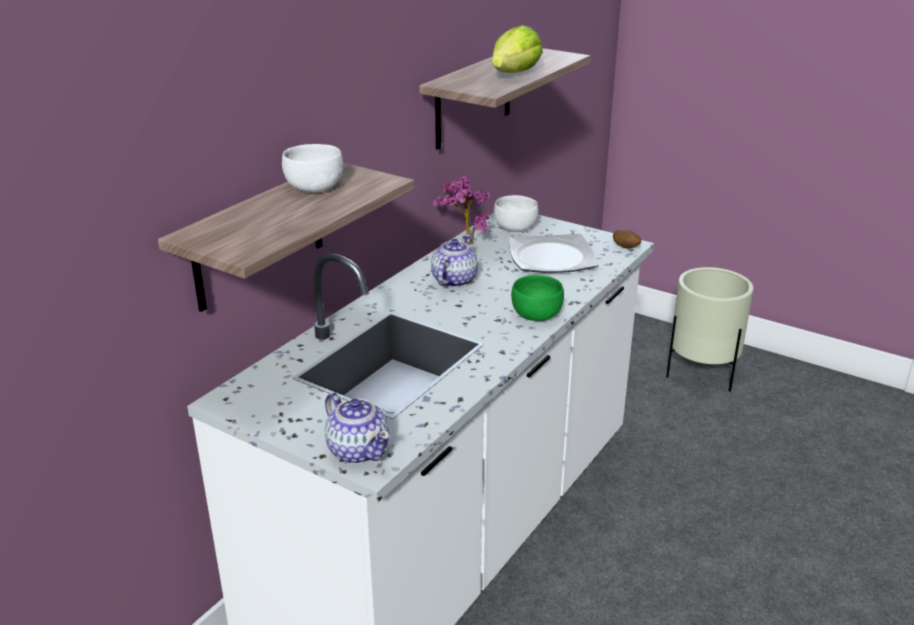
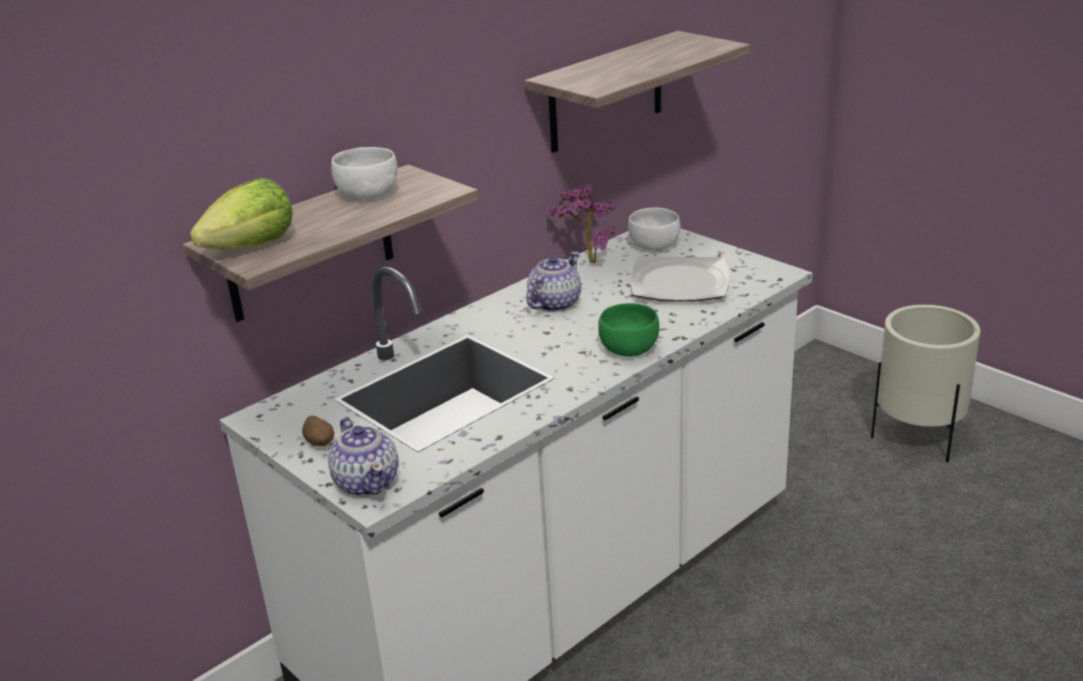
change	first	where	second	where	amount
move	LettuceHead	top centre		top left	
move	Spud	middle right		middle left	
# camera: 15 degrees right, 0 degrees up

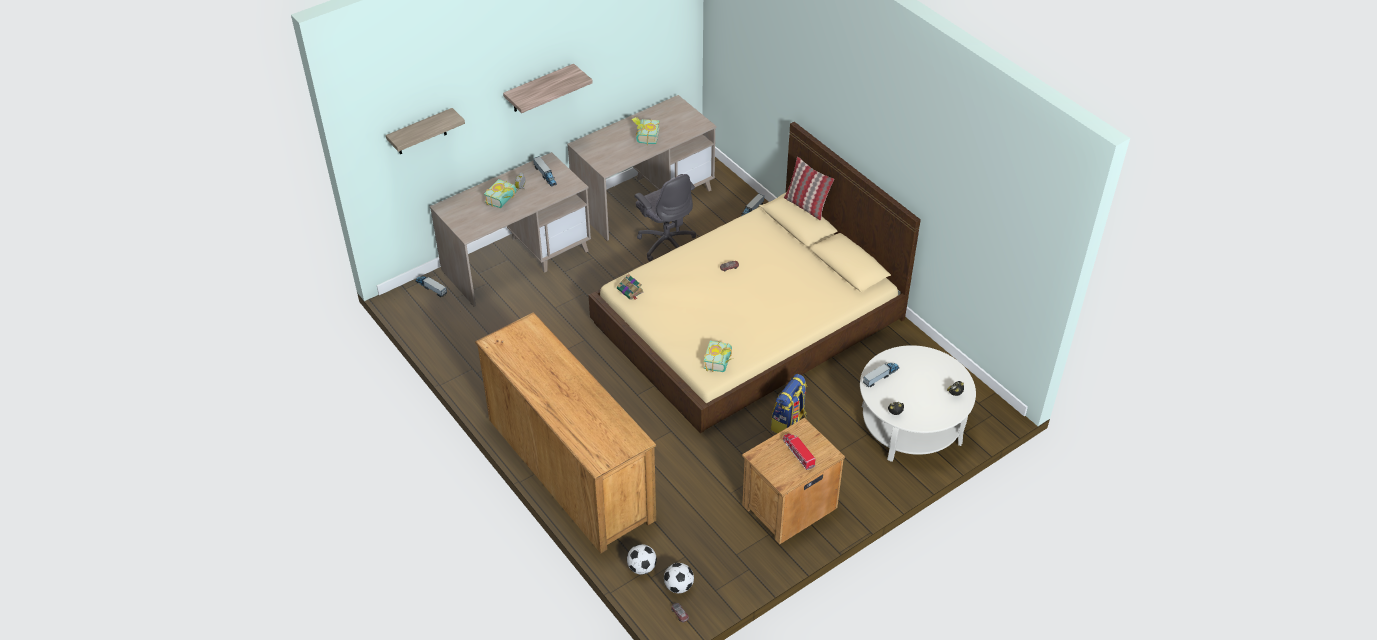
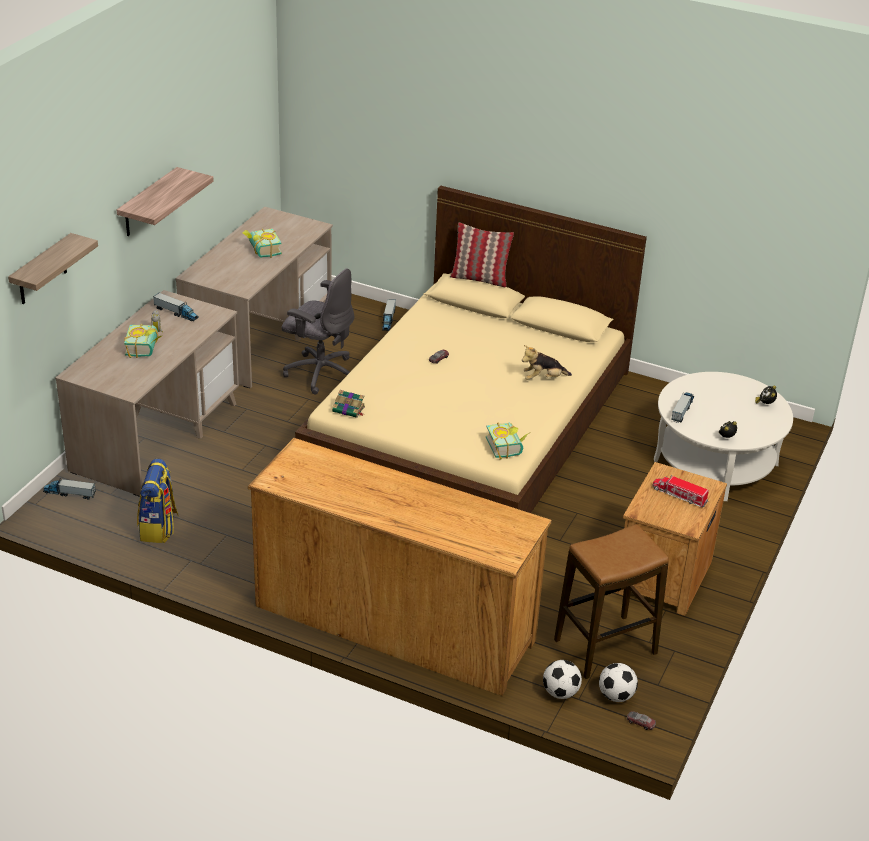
change	first	where	second	where	amount
insert			PlushToy	centre	
insert			StoolSeat	bottom right	
move	Knapsack	centre		middle left	
# camera: 30 degrees left, 10 degrees down

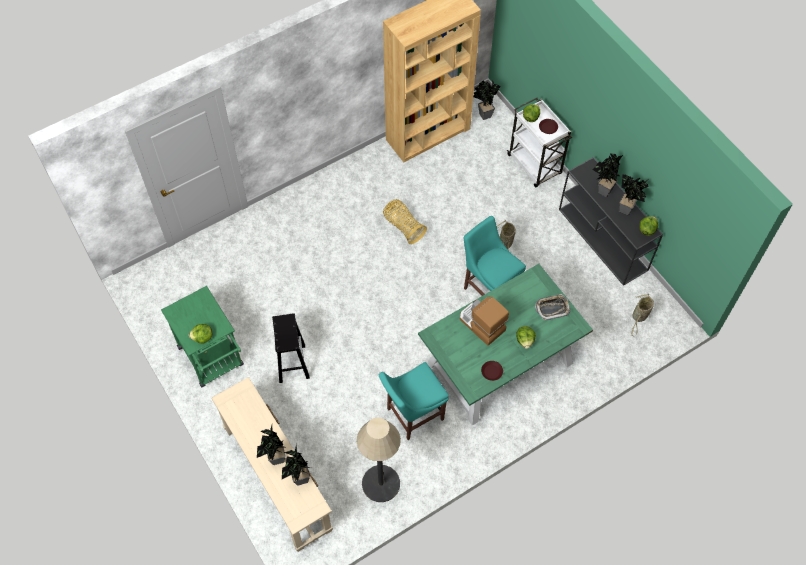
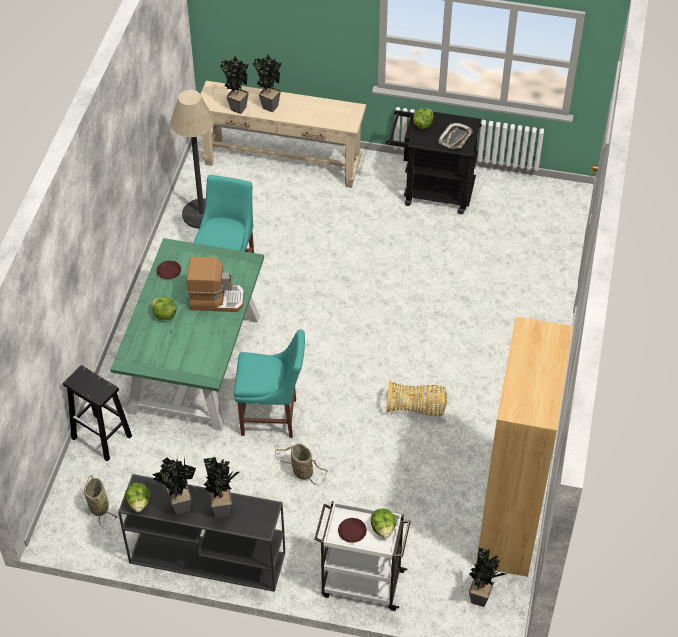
change	first	where	second	where	amount
move	BlackColouredStoolSeat	centre		middle left	
move	ServingTray	middle right		top right	
recolor	GreenishTrolley	middle left	BlackColouredTrolley	top centre	
# camera: 135 degrees right, 10 degrees down

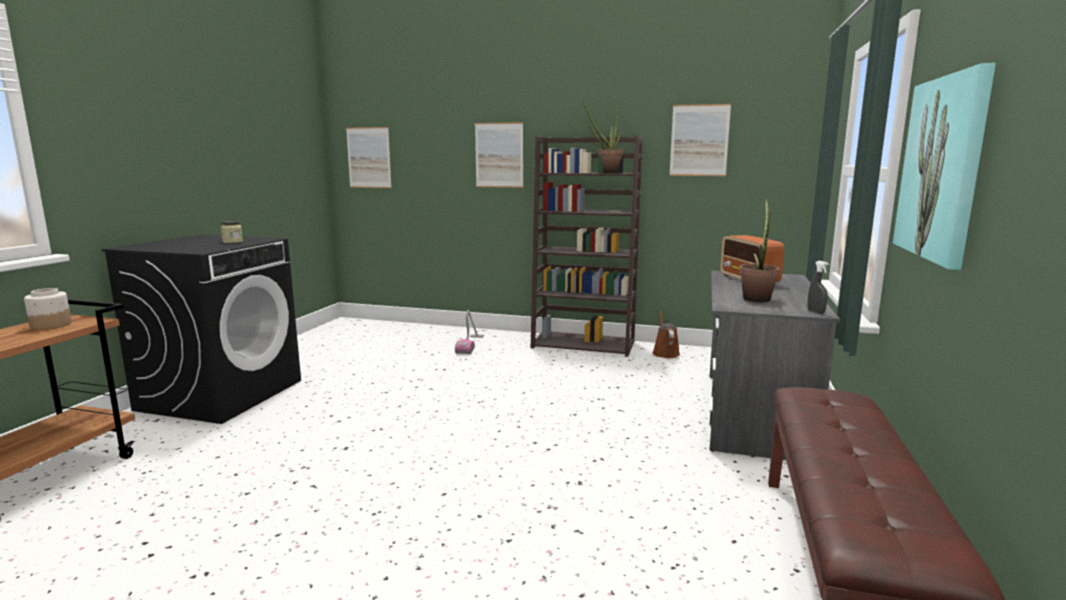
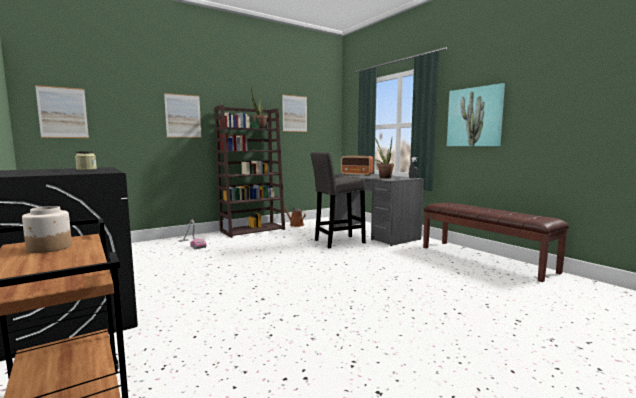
change	first	where	second	where	amount
insert			GrayStoolSeat	centre	
# camera: 50 degrees left, 5 degrees down

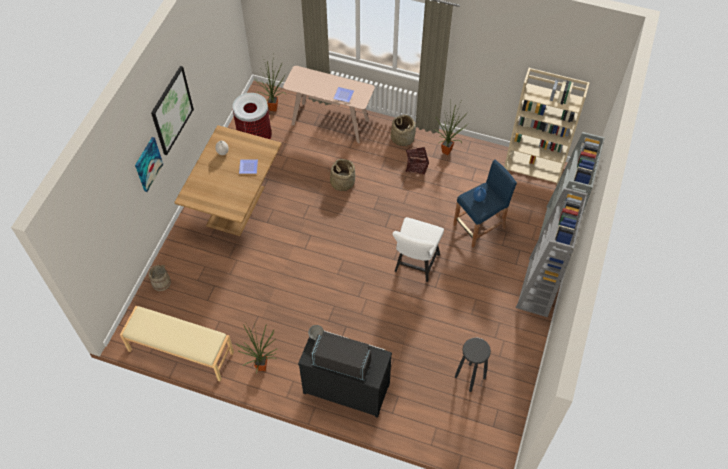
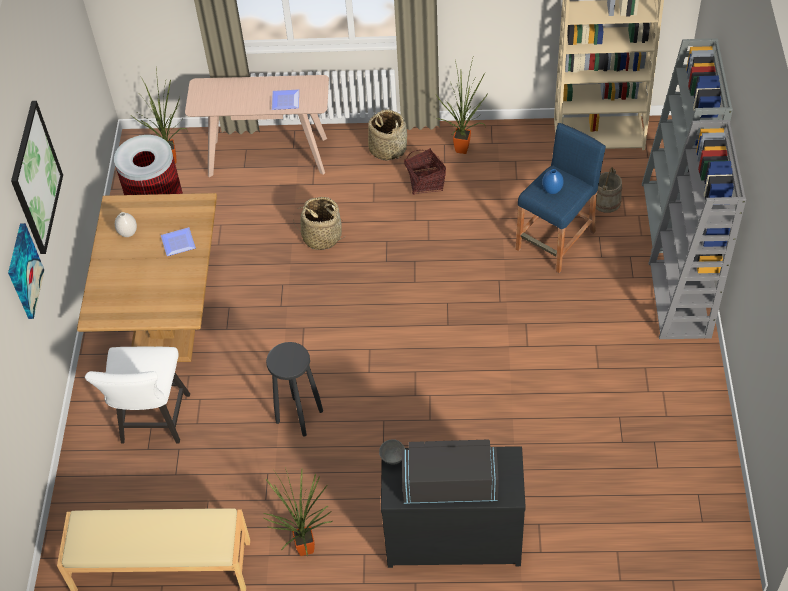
change	first	where	second	where	amount
move	SandColouredWaterBucket	middle left		top right	
move	WhiteChair	centre		bottom left	
move	BlackColouredStoolSeat	bottom centre		centre	
# camera: 15 degrees left, 5 degrees down

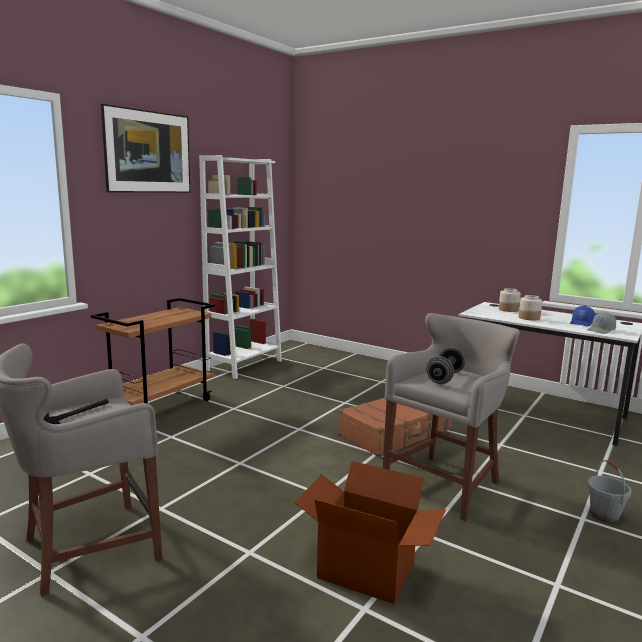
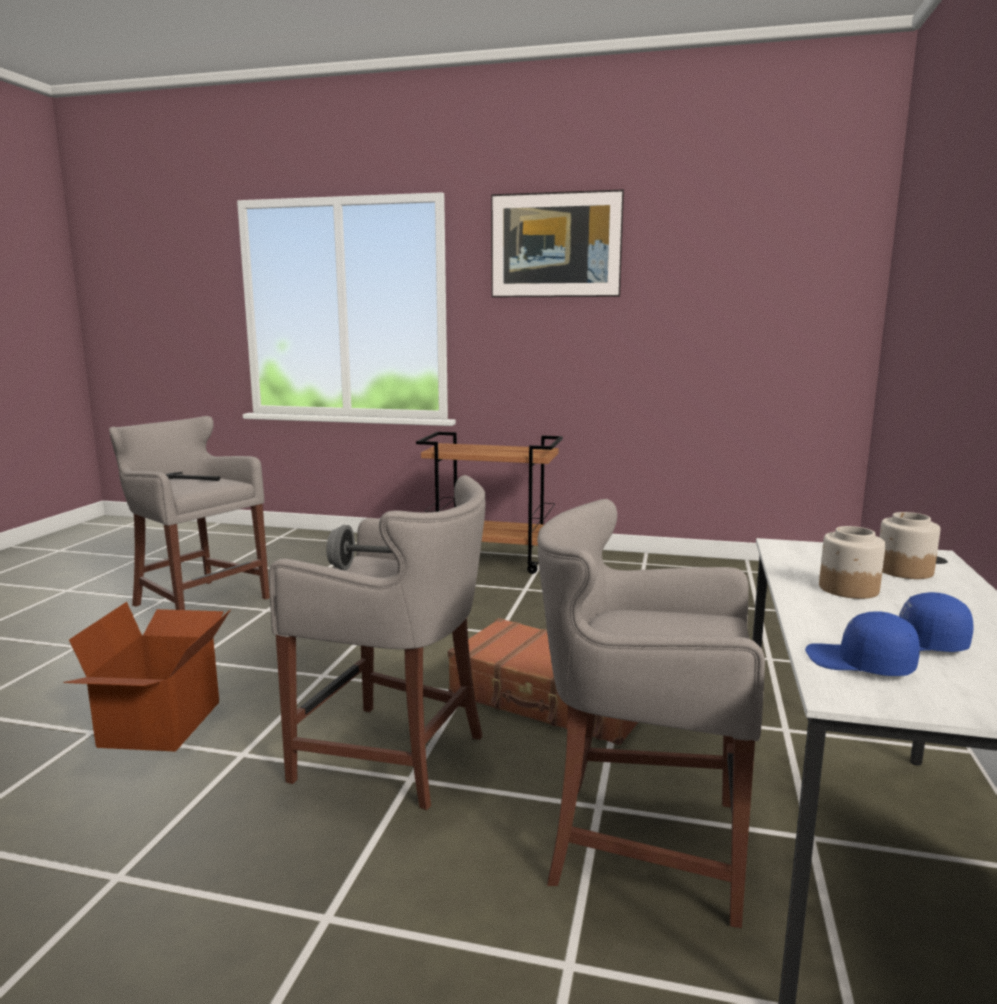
change	first	where	second	where	amount
delete	WhiteBookcase	centre			
delete	GrayWaterBucket	bottom right			
insert			GrayStoolSeat (3rd from left)	bottom centre	
recolor	GrayBaseballCap	middle right	BlueBaseballCap (1st from left)	middle right	
# camera: 70 degrees right, 0 degrees up

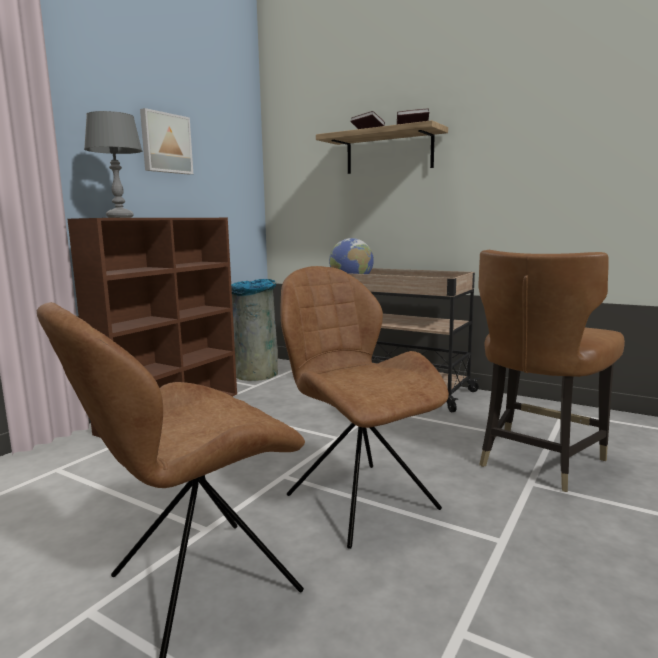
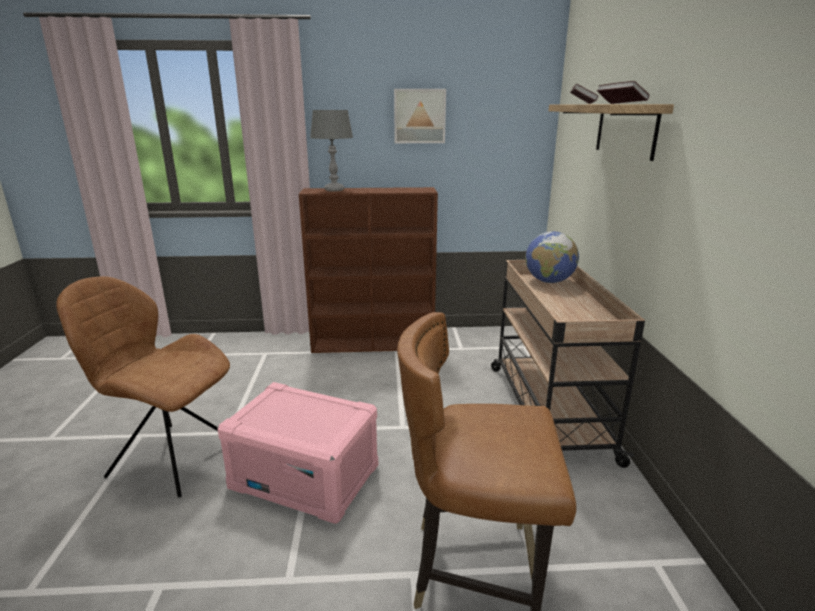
change	first	where	second	where	amount
delete	GrayTrashCan	centre			
replace	BrownColouredChair (2nd from left)	centre	PinkishStorageContainer	bottom centre	
# camera: 55 degrees right, 10 degrees up

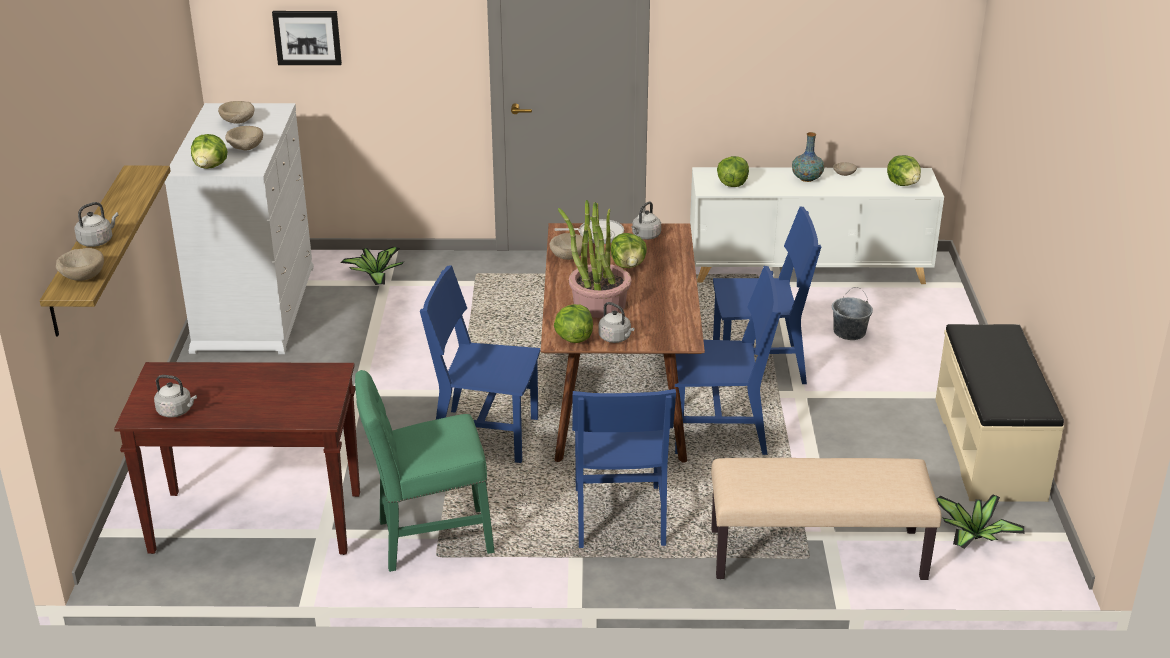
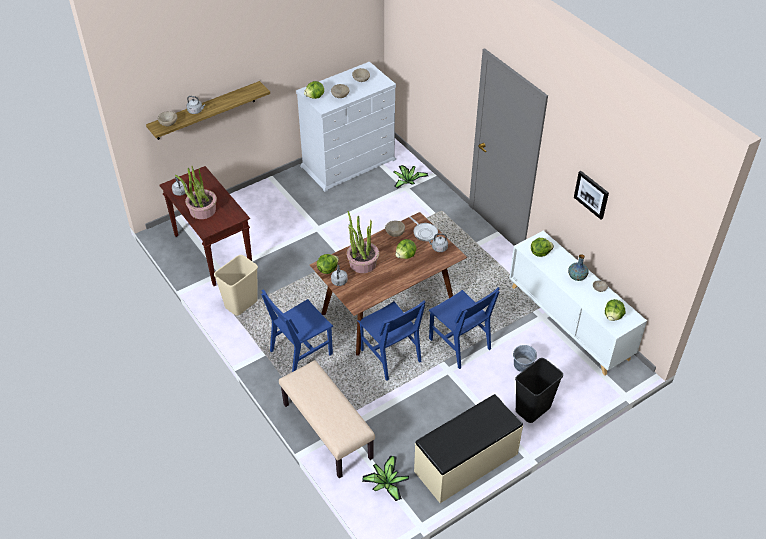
change	first	where	second	where	amount
delete	BlueChair (1st from left)	centre			
insert			PlantInAPot (1st from left)	middle left	
insert			BlackColouredTrashCan	bottom right	
move	WallPicture	top left		middle right	
replace	GreenishChair	bottom centre	SandColouredTrashCan	middle left	
# camera: 55 degrees right, 15 degrees up

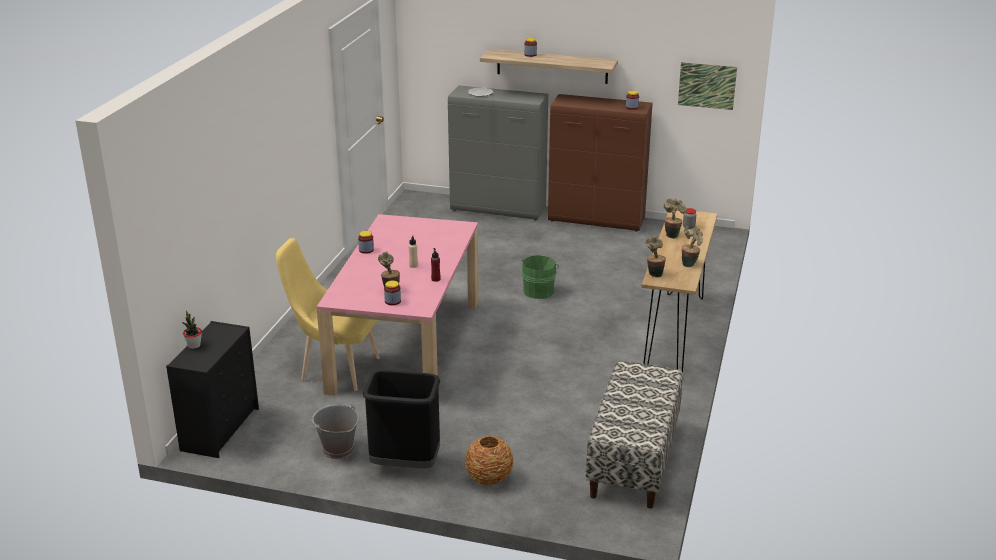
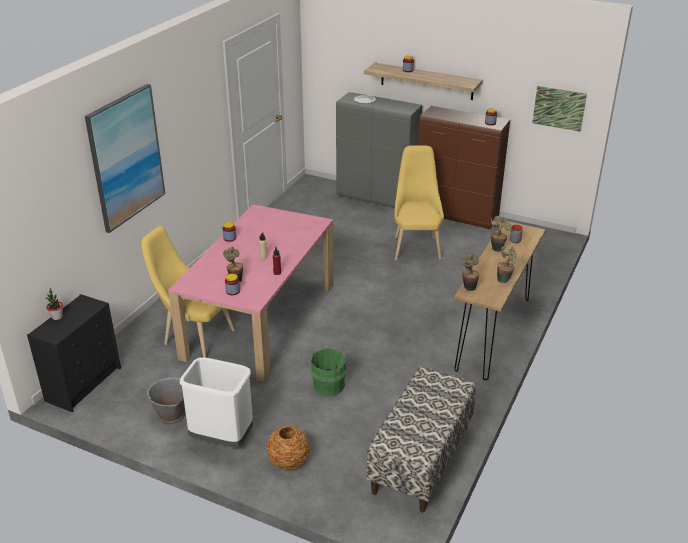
change	first	where	second	where	amount
insert			WallPicture (1st from left)	top left	
insert			YellowChair (2nd from left)	centre	
move	GreenishWaterBucket	centre		bottom centre	
recolor	BlackColouredTrashCan	bottom centre	WhiteTrashCan	bottom left	
# camera: 10 degrees right, 5 degrees up

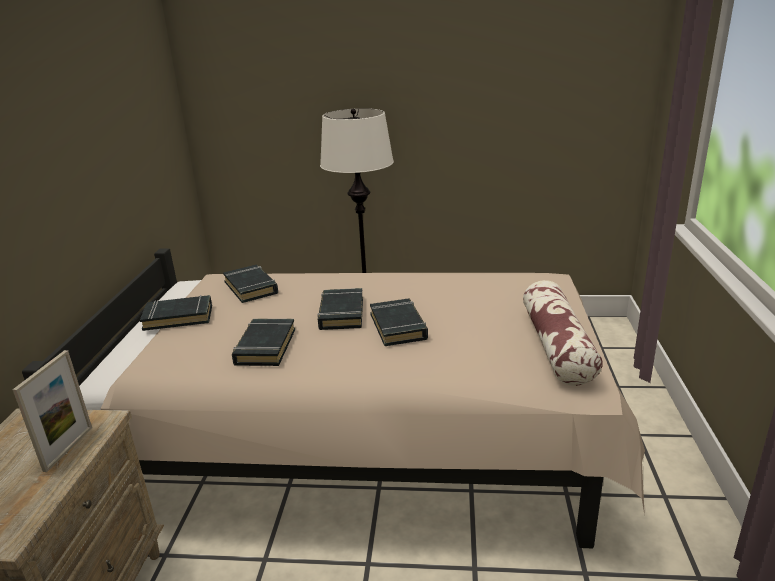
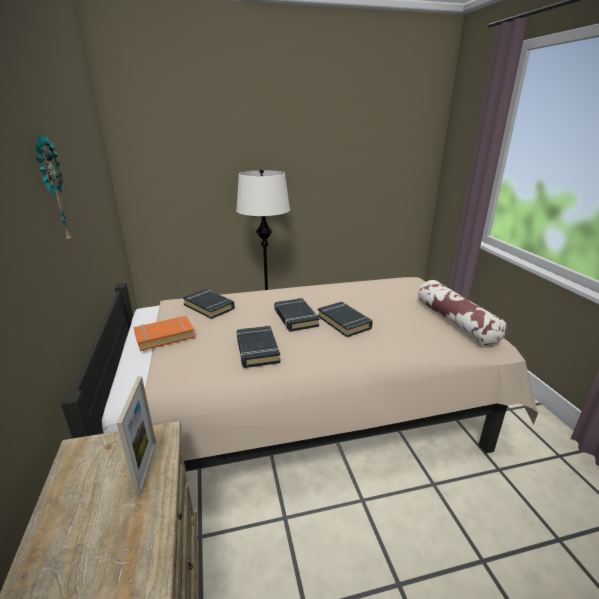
change	first	where	second	where	amount
insert			ClockOnTheWall	top left	
recolor	BlackColouredVolume (1st from left)	middle left	OrangeyVolume	middle left	
# camera: 20 degrees left, 0 degrees up

